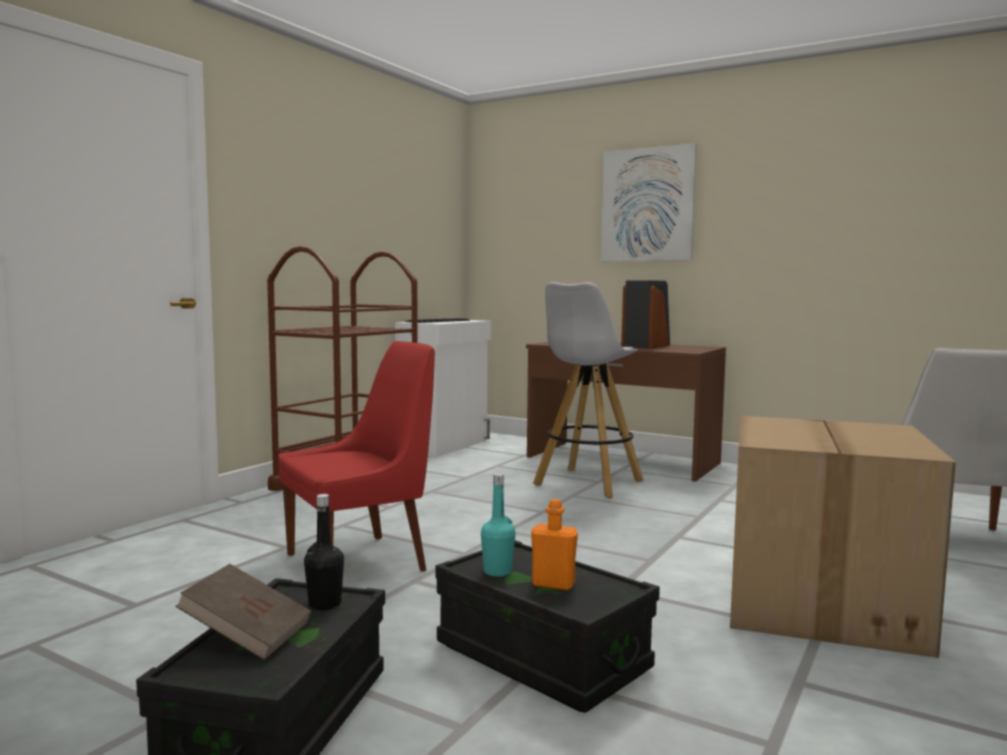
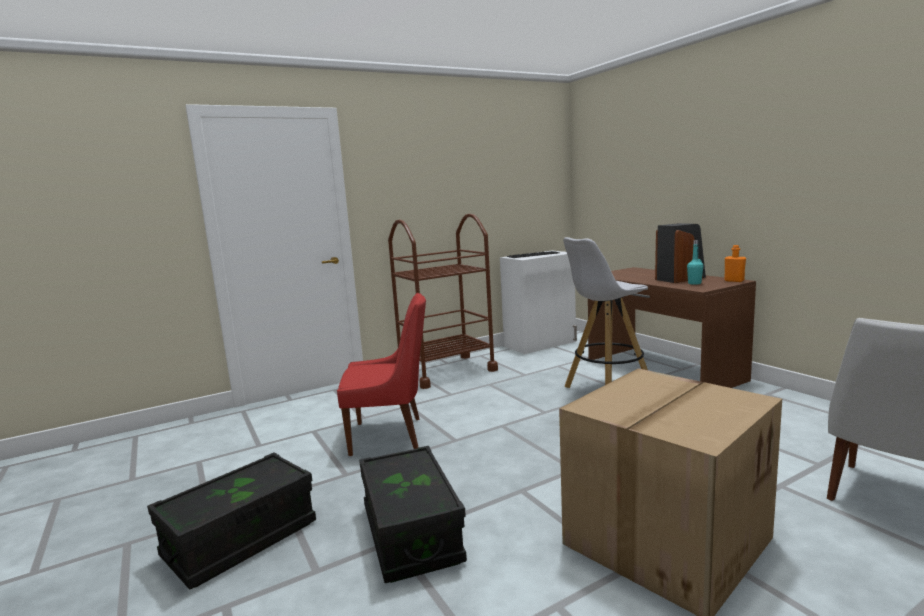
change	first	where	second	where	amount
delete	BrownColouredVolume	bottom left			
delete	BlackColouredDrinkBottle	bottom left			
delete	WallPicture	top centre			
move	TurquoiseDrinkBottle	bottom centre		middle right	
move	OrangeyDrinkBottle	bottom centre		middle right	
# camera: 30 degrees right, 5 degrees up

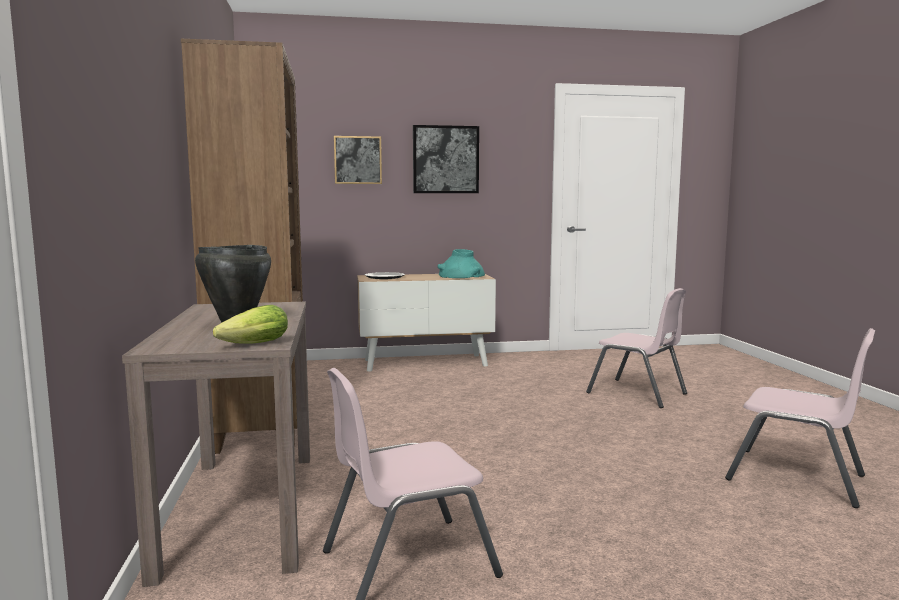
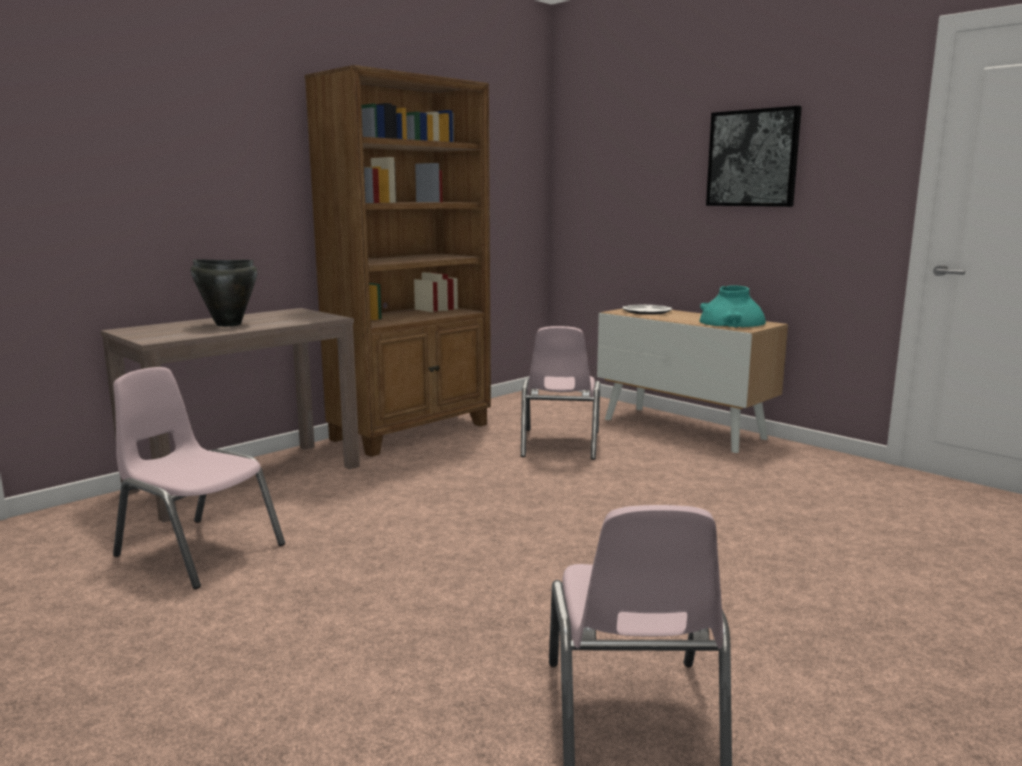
change	first	where	second	where	amount
delete	LettuceHead	middle left			
delete	WallPicture (1st from left)	top centre			
move	PinkishChair (2nd from left)	middle right		centre	
# camera: 55 degrees right, 5 degrees up

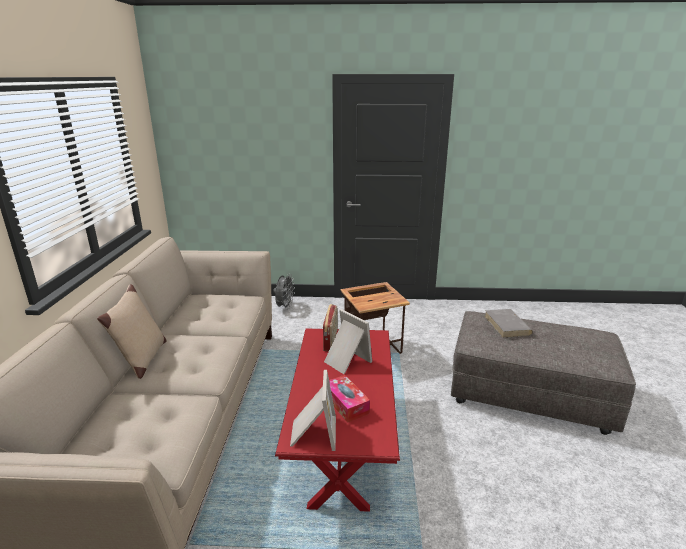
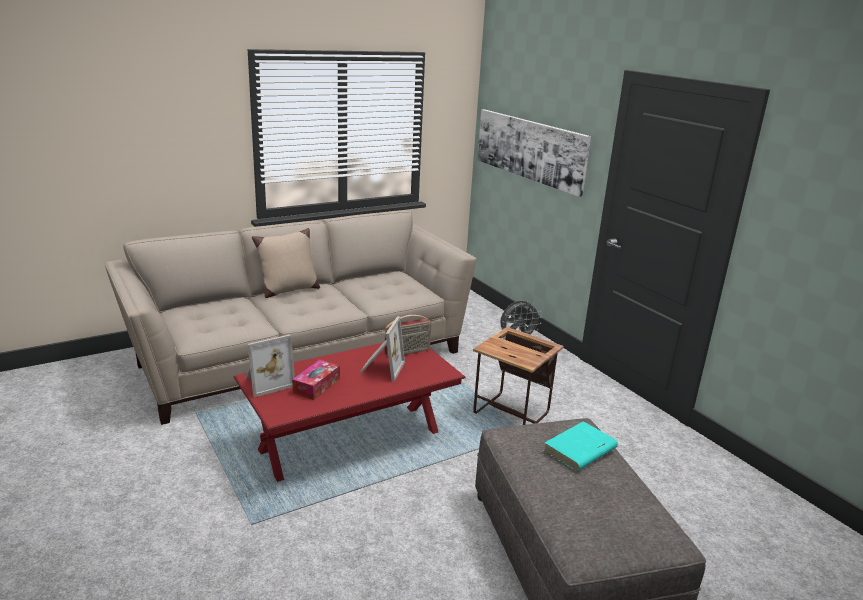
change	first	where	second	where	amount
insert			WallPicture	top centre	
recolor	GrayVolume	middle right	TurquoiseVolume	bottom right	
# camera: 55 degrees right, 0 degrees up

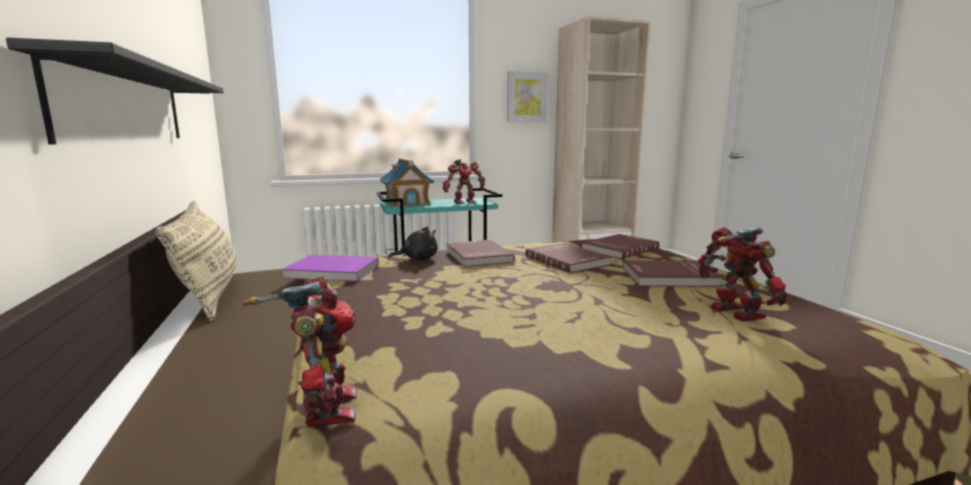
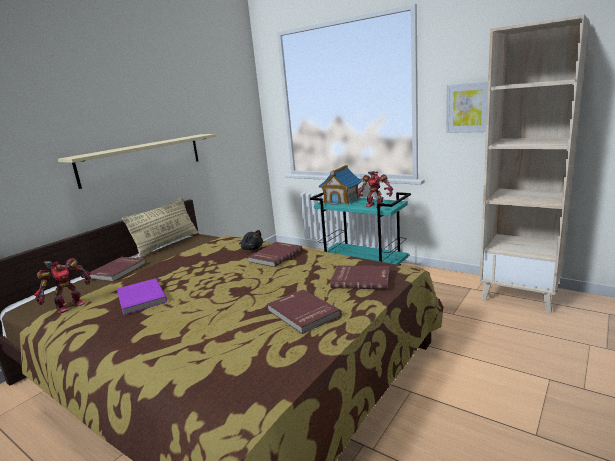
change	first	where	second	where	amount
delete	ModelRobot (3rd from left)	middle right			
move	PurpleColouredVolume	centre		middle left	
move	RedColouredVolume (2nd from left in the first image)	centre	RedColouredVolume (1st from left)	middle left	
recolor	BlackColouredShelf	top left	SandColouredShelf	middle left	
# camera: 55 degrees right, 5 degrees up

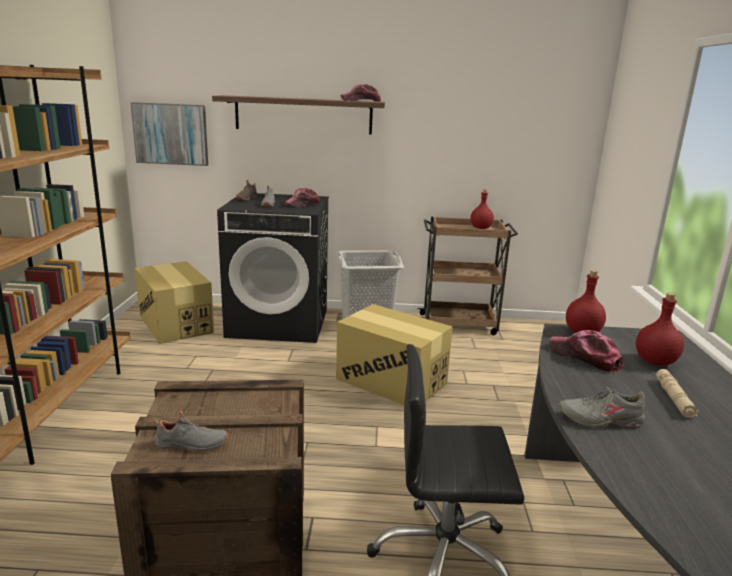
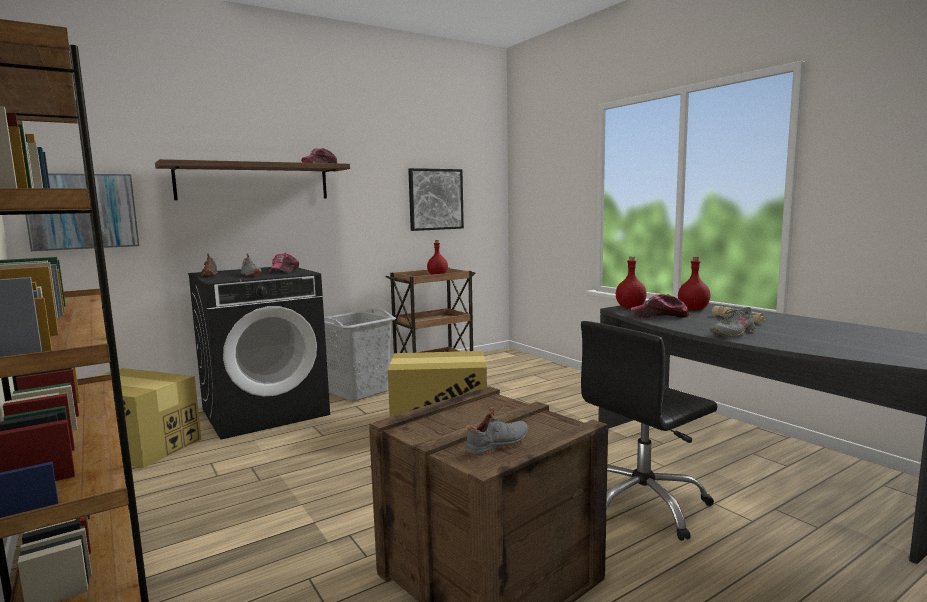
change	first	where	second	where	amount
insert			WallPicture (2nd from left)	top centre	
# camera: 35 degrees left, 10 degrees down

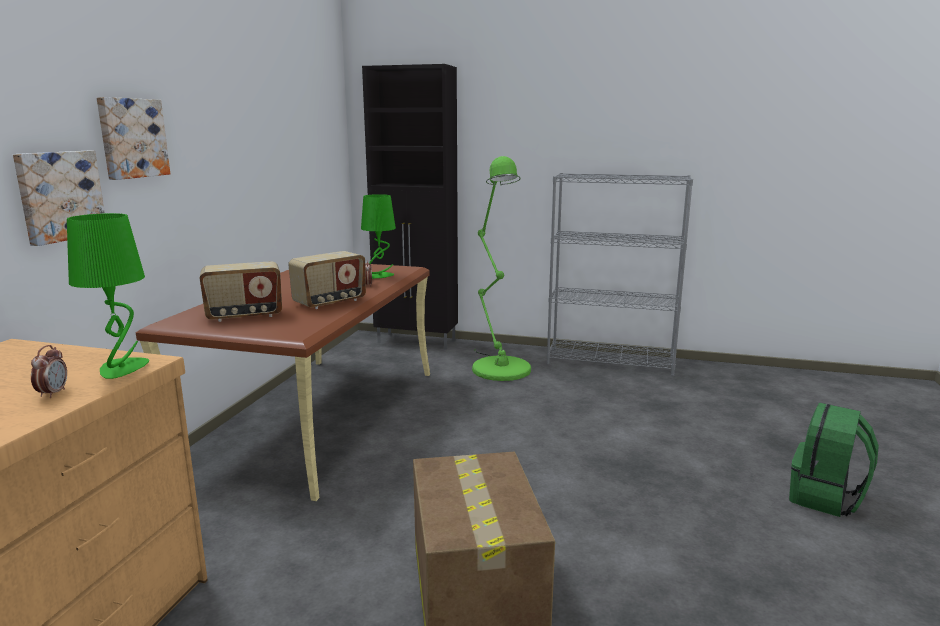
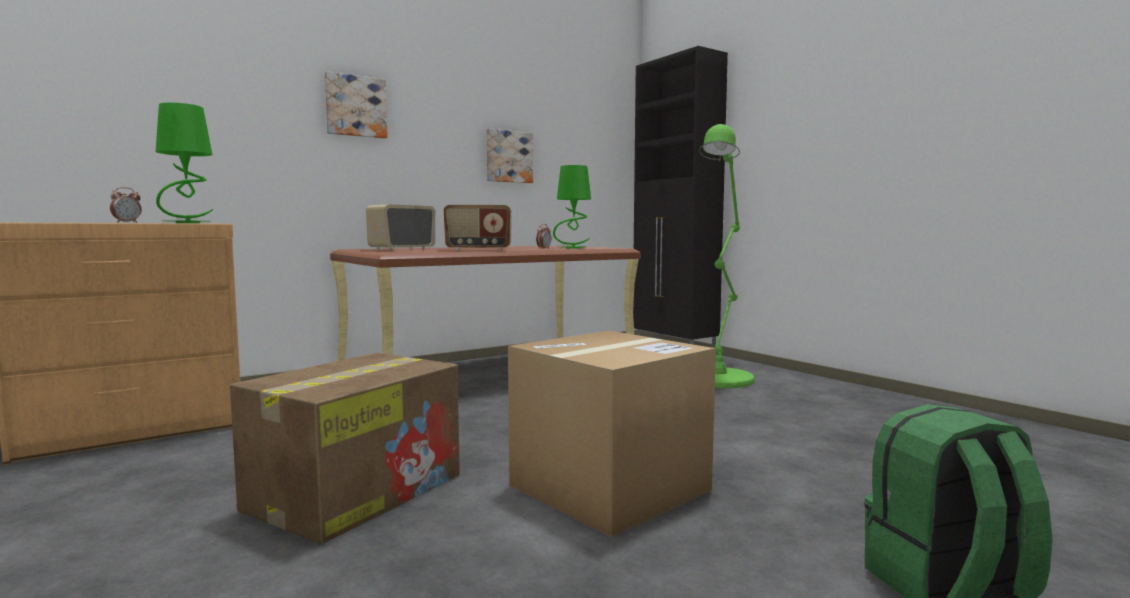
change	first	where	second	where	amount
delete	GrayBookcase	centre			
insert			Carton (2nd from left)	bottom centre	
move	WallPicture (1st from left in the first image)	top left	WallPicture (2nd from left)	top centre	
rotate	Radio (1st from left)	middle left		centre	105 degrees clockwise
# camera: 40 degrees right, 10 degrees down

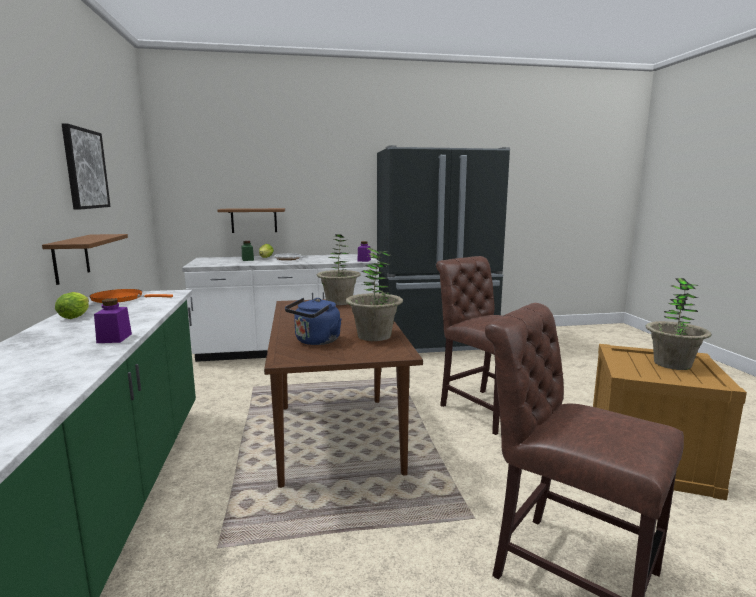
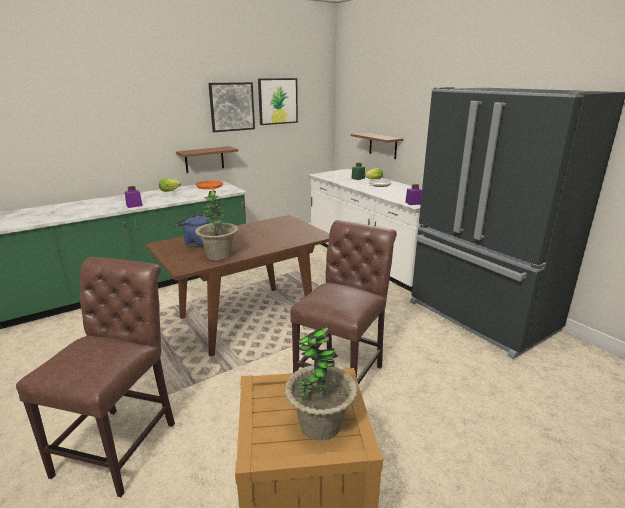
change	first	where	second	where	amount
delete	PlantInAPot (1st from left)	centre			
insert			WallPicture (2nd from left)	top centre	
# camera: 65 degrees right, 10 degrees up

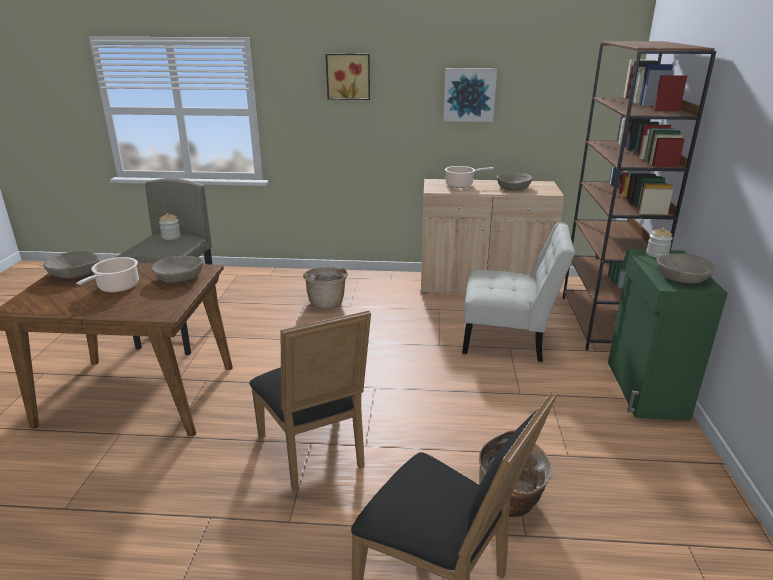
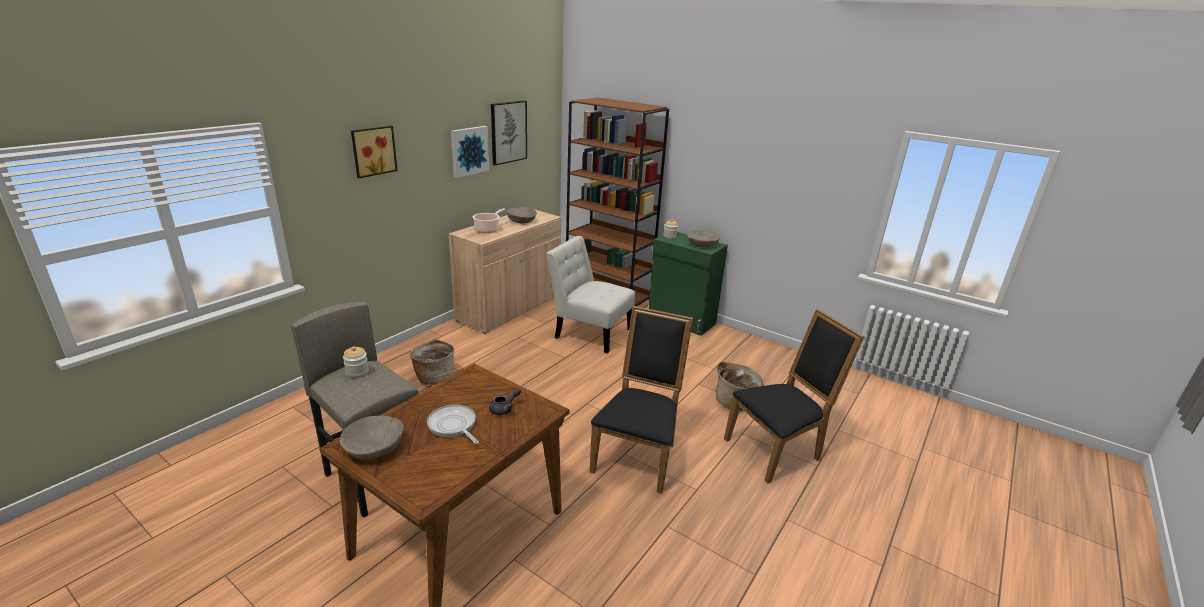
change	first	where	second	where	amount
delete	SandColouredBowl (2nd from left)	middle left			
insert			GrayPotForTea	centre	
insert			WallPicture (3rd from left)	top centre	
replace	Saucepot (1st from left)	middle left	Skillet	bottom centre	
rotate	BlackColouredChair (1st from left)	bottom centre		centre	75 degrees counterclockwise
rotate	WhiteChair	middle right		centre	105 degrees counterclockwise
# camera: 60 degrees left, 0 degrees up

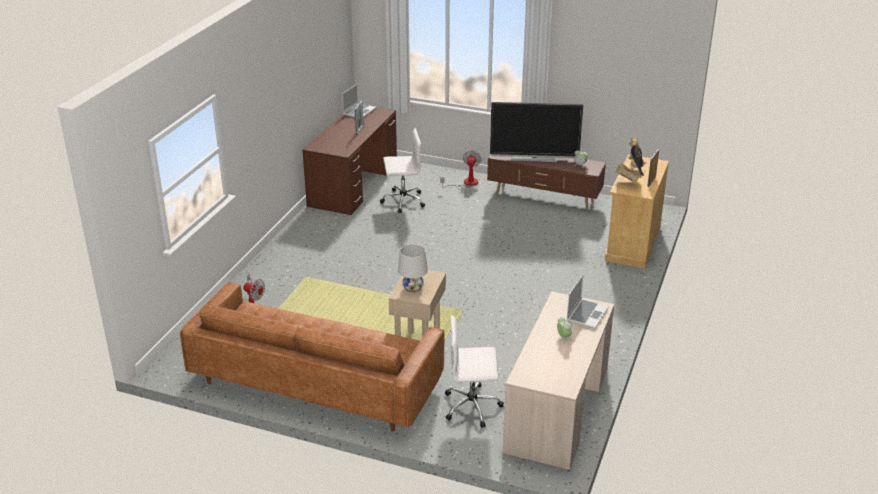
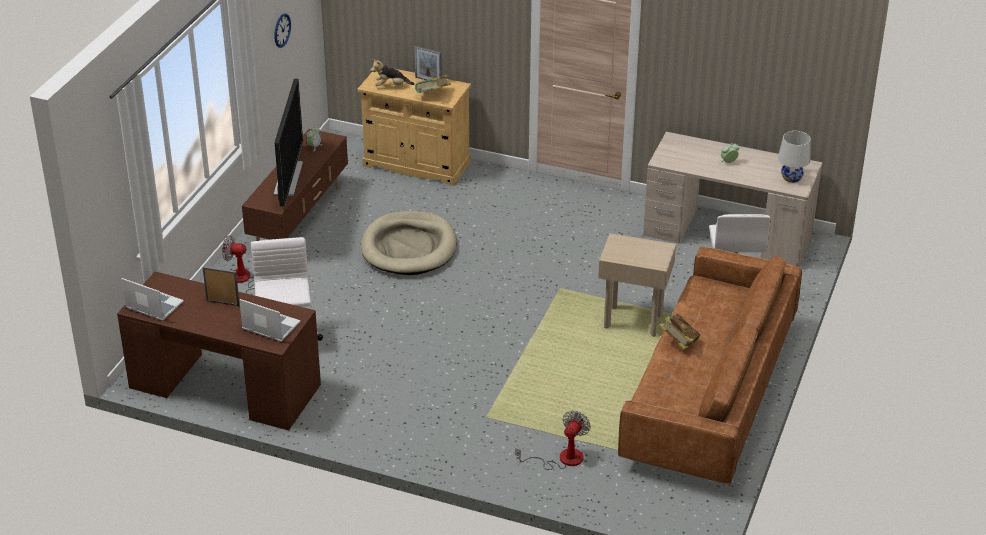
change	first	where	second	where	amount
insert			ClockOnTheWall	top left	
insert			SandColouredPetBed	centre	
insert			Volume (2nd from left)	middle right	
move	WhiteLampForATable	centre		top right	
move	NotebookComputer (2nd from left)	middle right		middle left	
# camera: 90 degrees left, 5 degrees up

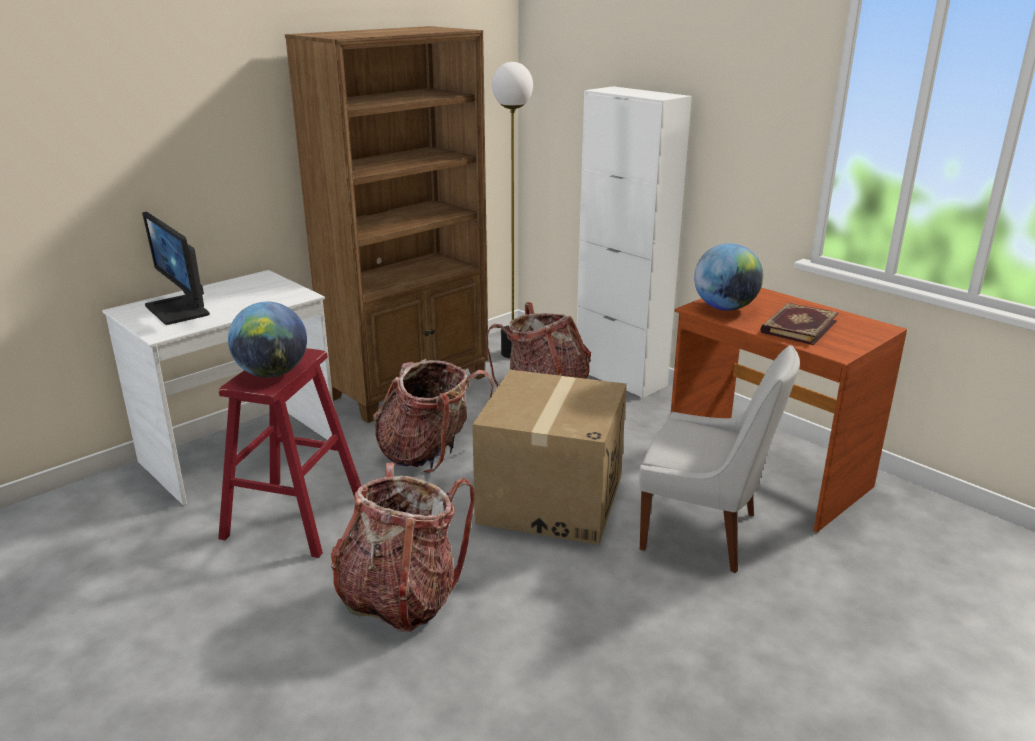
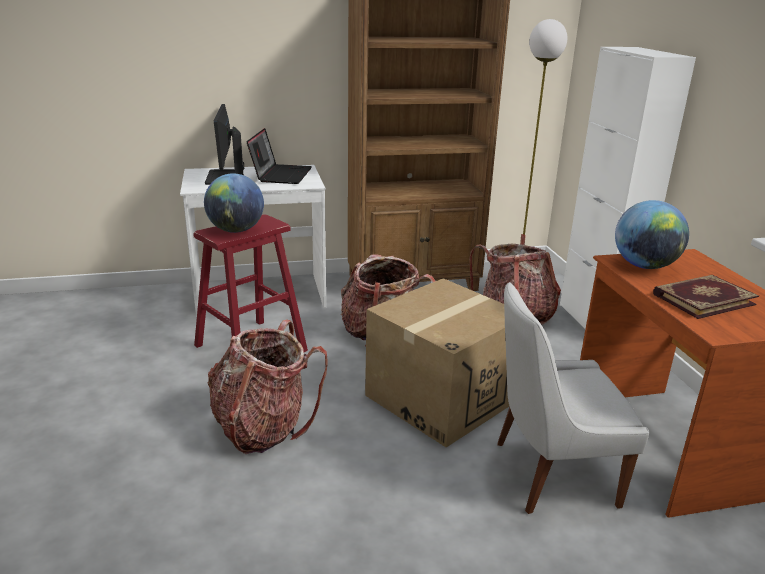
change	first	where	second	where	amount
insert			NotebookComputer	top centre	
rotate	WhiteChair	middle right		bottom right	120 degrees clockwise
# camera: 30 degrees right, 0 degrees up

